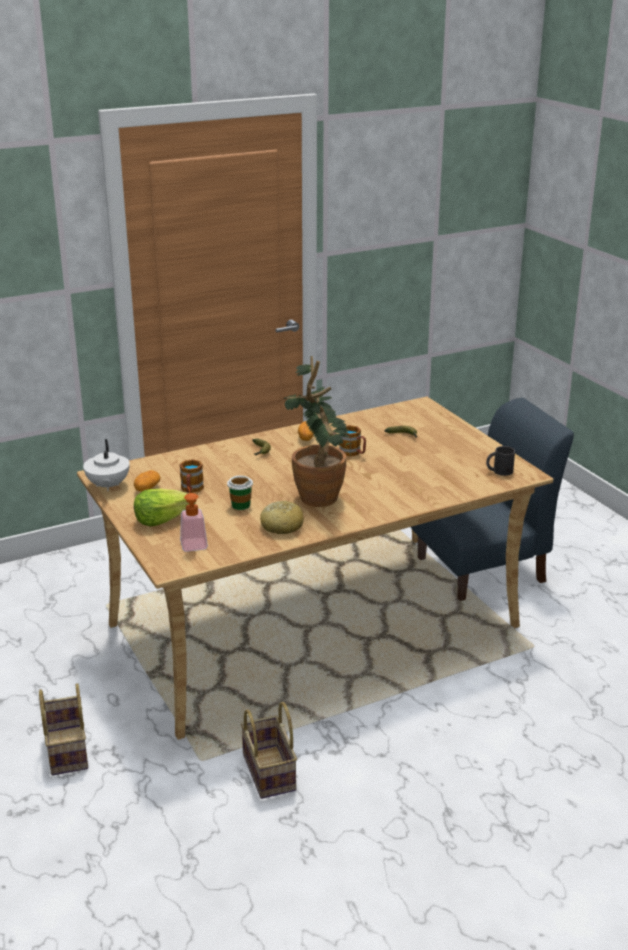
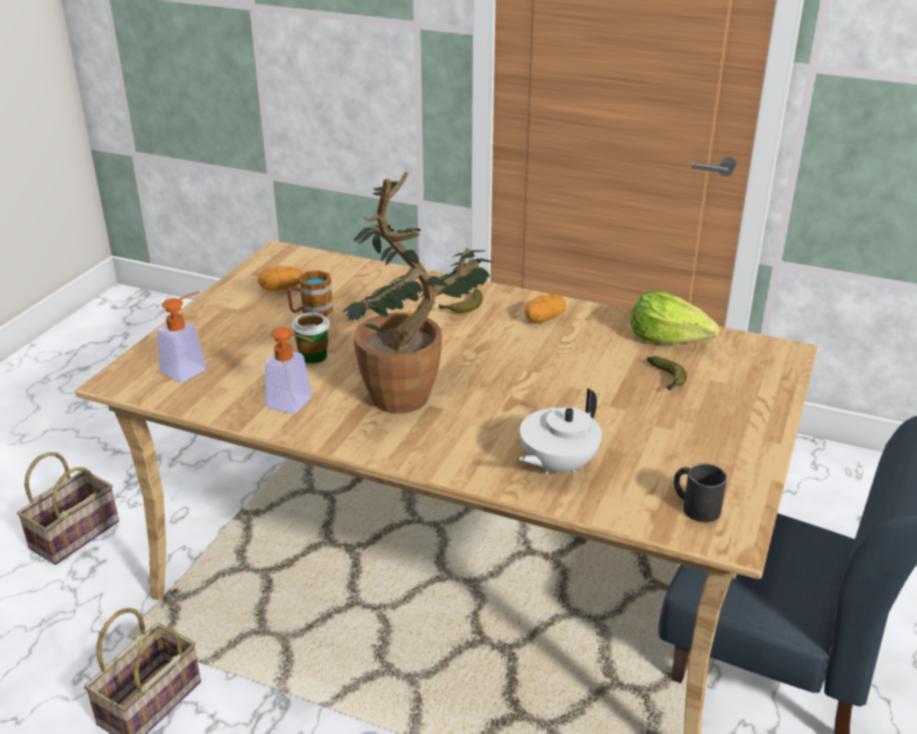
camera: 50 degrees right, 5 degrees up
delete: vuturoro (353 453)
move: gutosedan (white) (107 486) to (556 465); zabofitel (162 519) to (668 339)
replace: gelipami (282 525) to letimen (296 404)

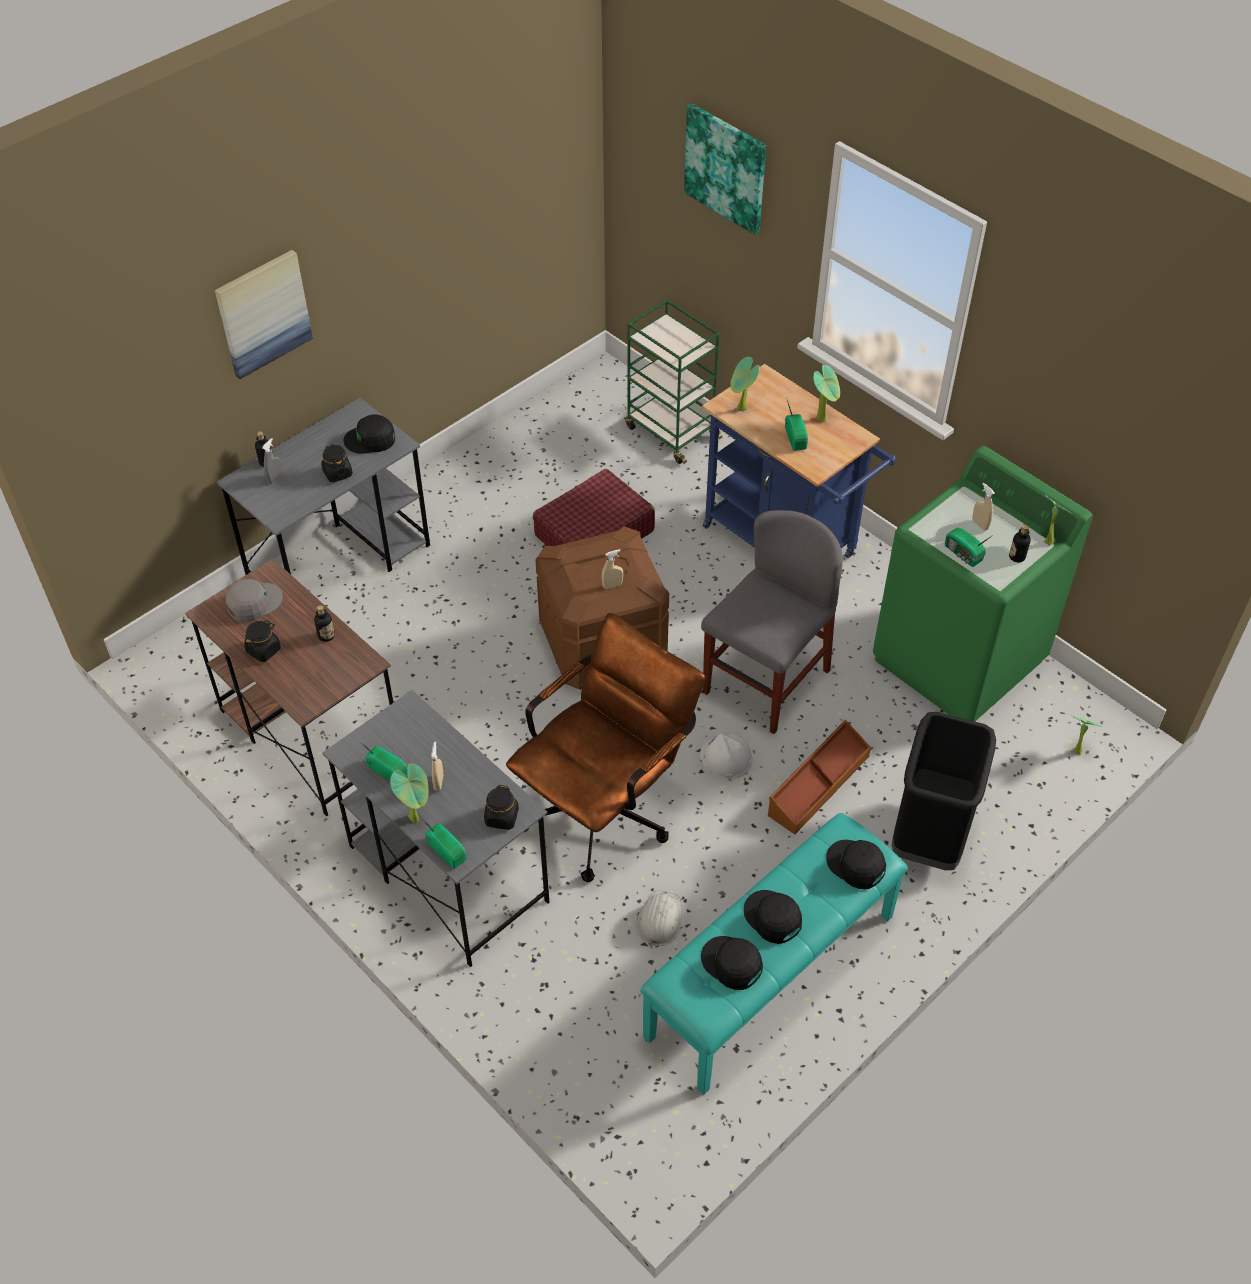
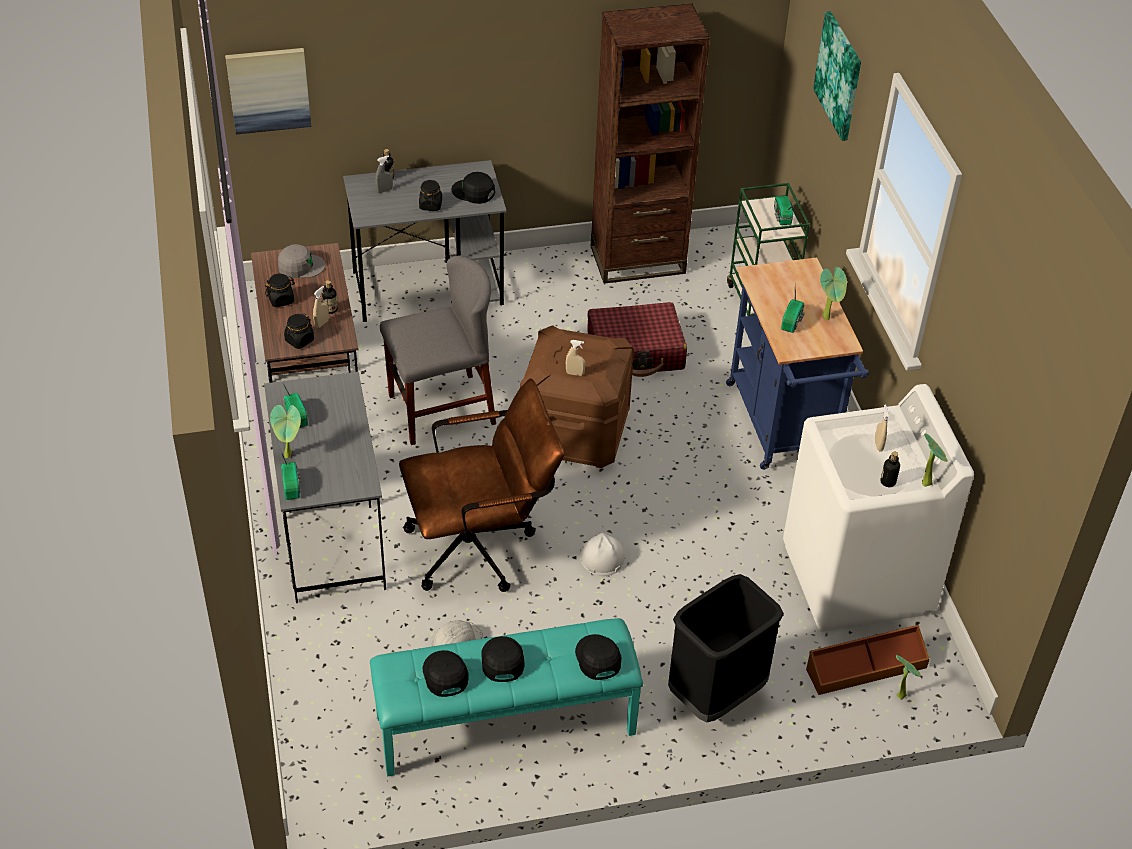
camera: 30 degrees right, 5 degrees down
delete: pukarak (741 410)
insert: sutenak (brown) (638 260)
move: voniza (263 313) to (268 89); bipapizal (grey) (766 681) to (441 409); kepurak (963 554) to (781 216); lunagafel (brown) (817 784) to (865 667); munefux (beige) (438 782) to (322 323); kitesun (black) (502 817) to (299 340)
recolor: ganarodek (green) (959 660) to ganarodek (white) (857 579)

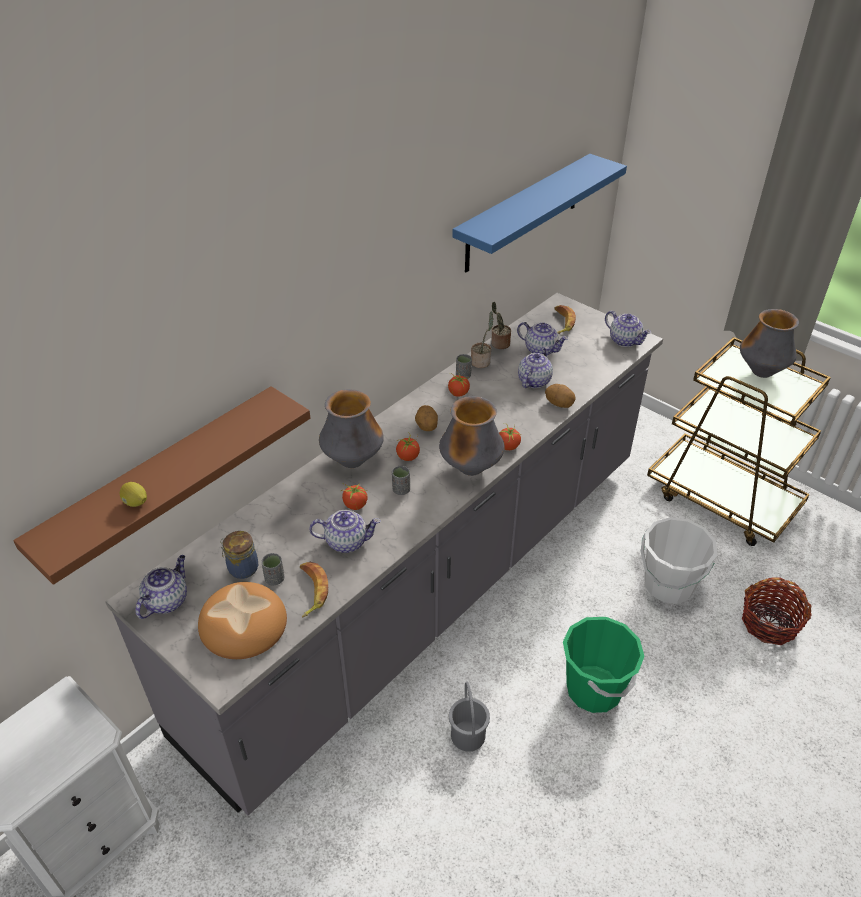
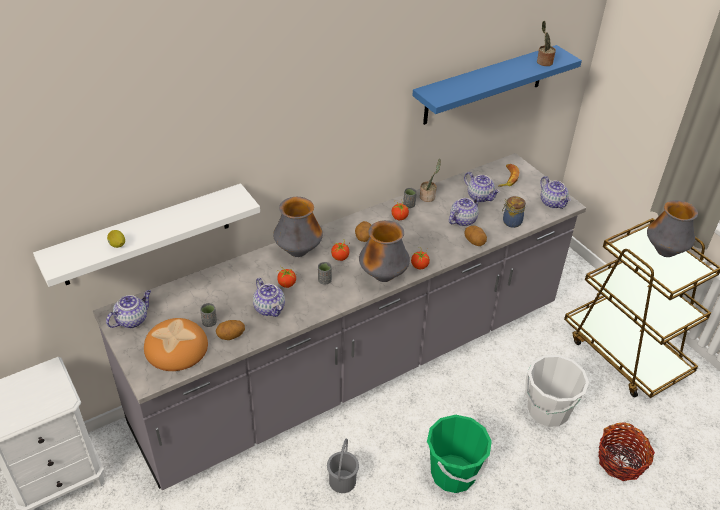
camera: 15 degrees right, 0 degrees up
move: pukarak (499 344) to (543 62); kitesun (242 568) to (511 222)
replace: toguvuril (311 590) to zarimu (231 336)
recolor: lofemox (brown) (162 481) to lofemox (white) (146 235)
rotate: gutosedan (347 541) = (270 308) 45 degrees clockwise

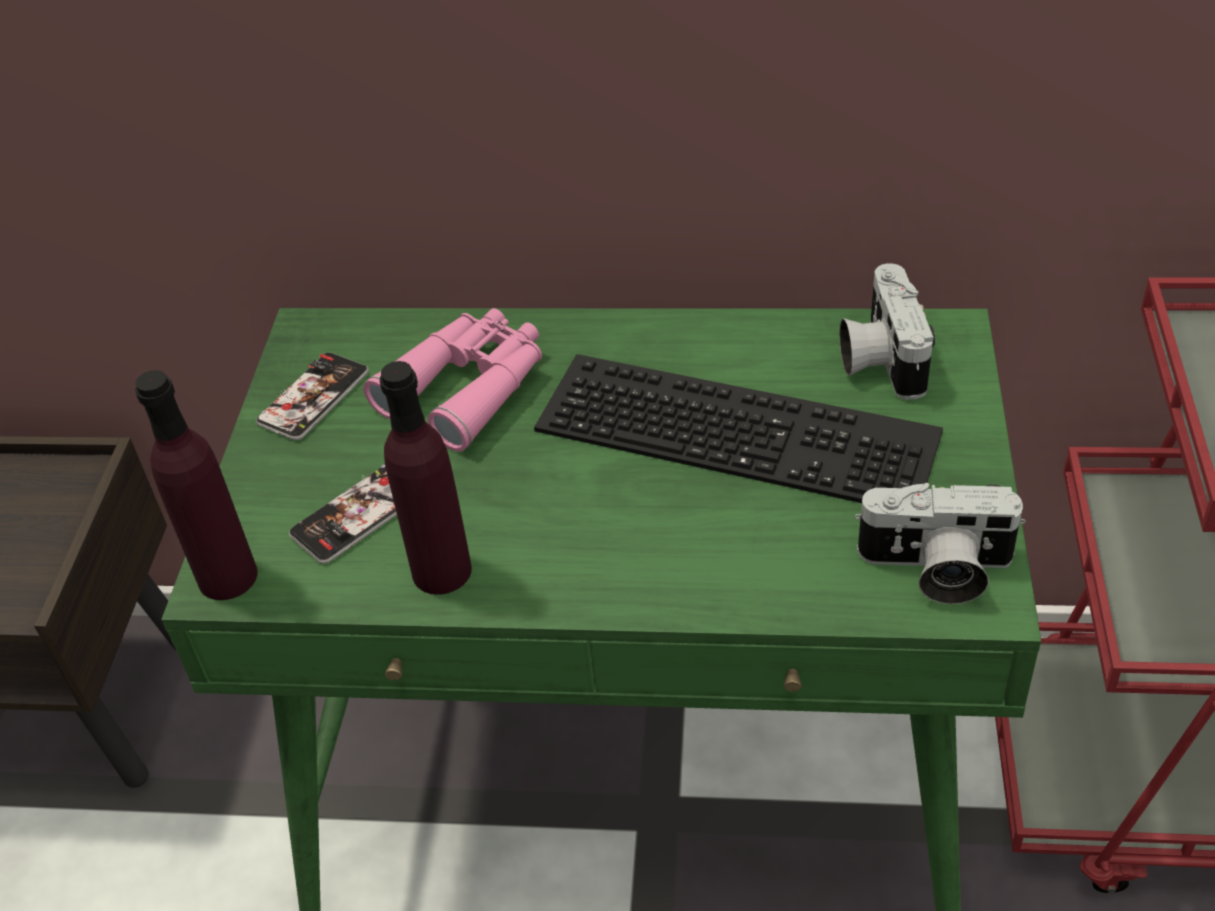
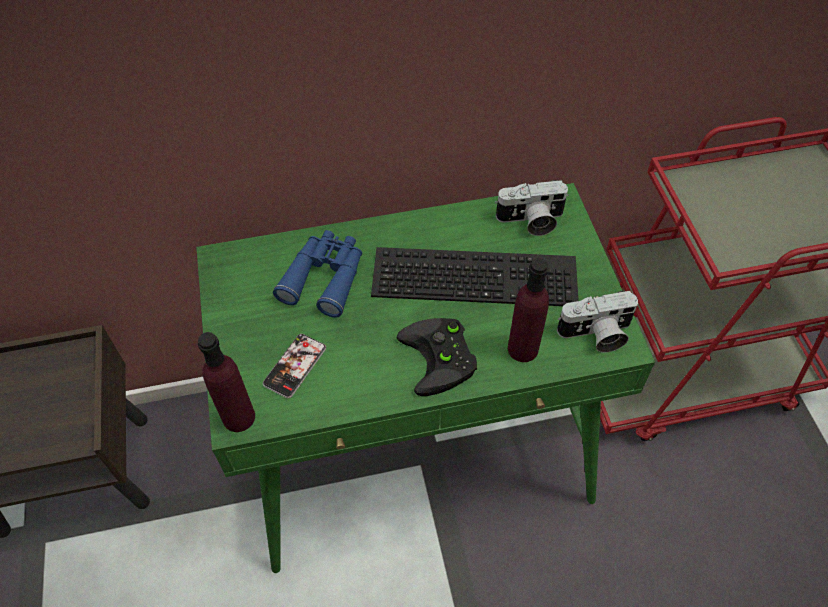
camera: 20 degrees left, 10 degrees up
delete: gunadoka (314 397)
insert: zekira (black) (441 359)
move: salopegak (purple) (442 571) to (523 349)
recolor: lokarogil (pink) (468 387) to lokarogil (blue) (325 277)
rotate: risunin (879 358) = (531 221) 75 degrees counterclockwise

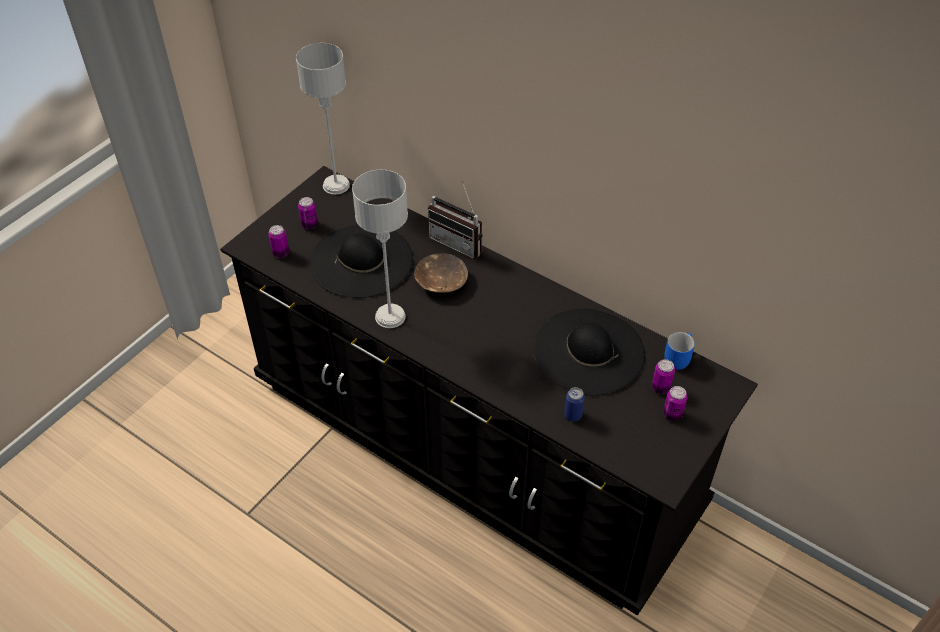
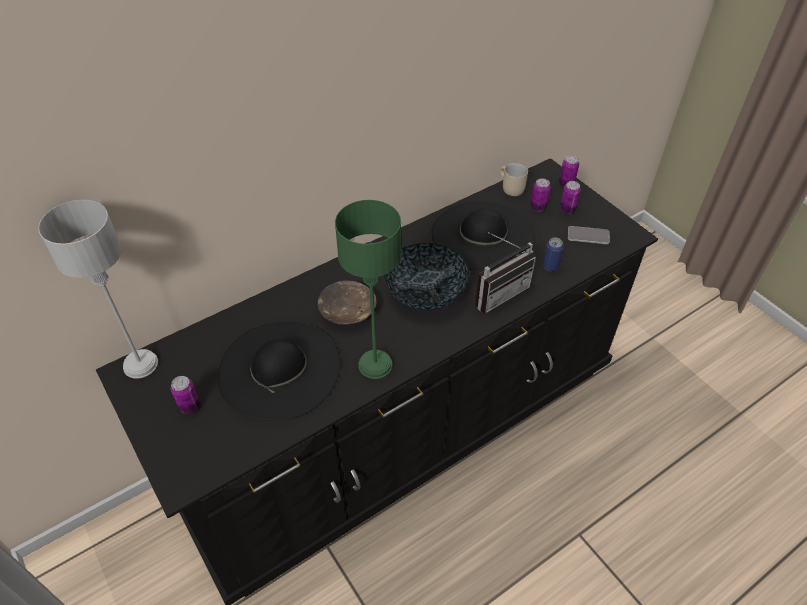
camera: 70 degrees left, 0 degrees up
insert: gunadoka (588 236); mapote (425 292)
move: kepurak (459 241) to (498 292); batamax (281 253) to (566 184)
recolor: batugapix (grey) (390 317) to batugapix (green) (375 365); vuturoro (blue) (676 357) to vuturoro (beige) (509 188)

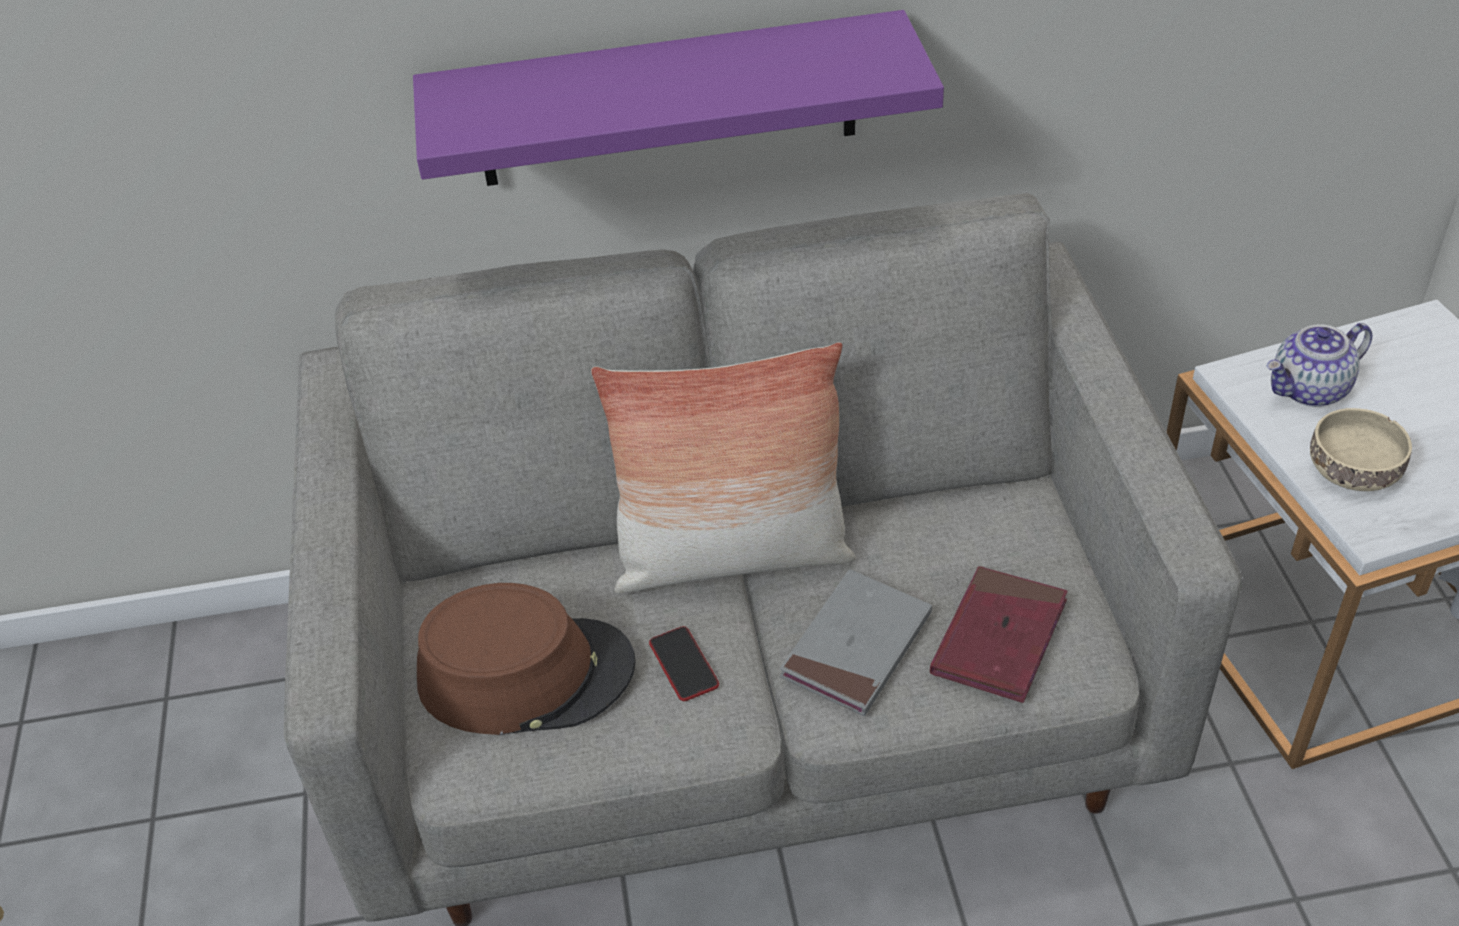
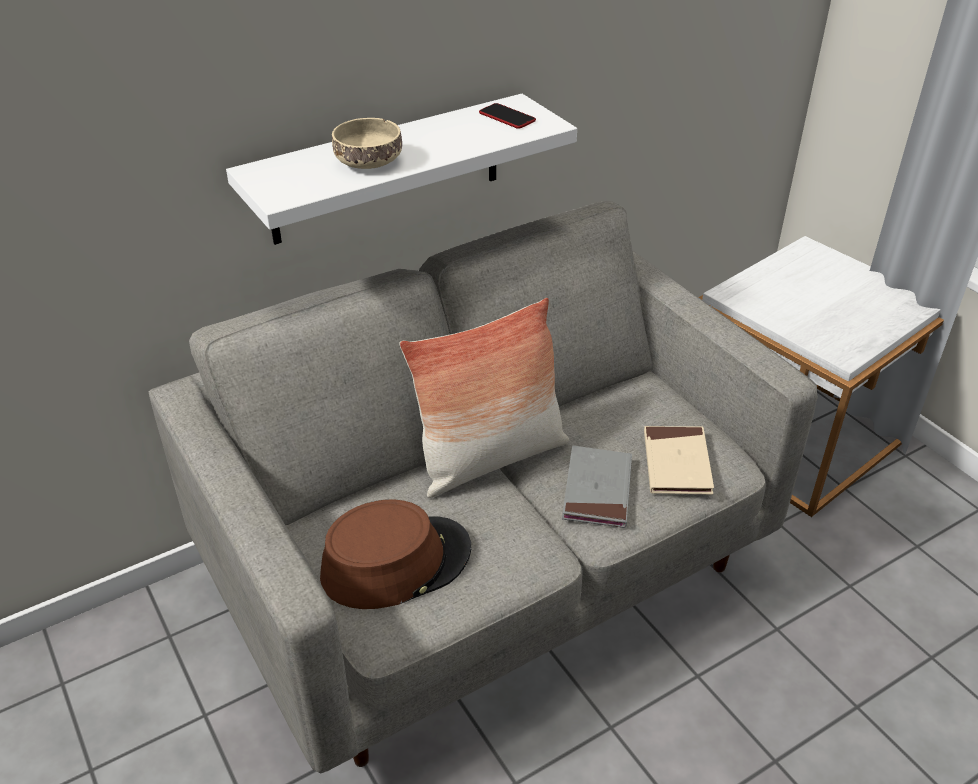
camera: 25 degrees left, 5 degrees down
delete: gutosedan (1309 390)
move: mapote (beige) (1351 470) to (367 162); gunadoka (683 664) to (507 117)
recolor: lofemox (purple) (667 101) to lofemox (white) (386 169); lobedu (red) (999 638) to lobedu (beige) (676 464)

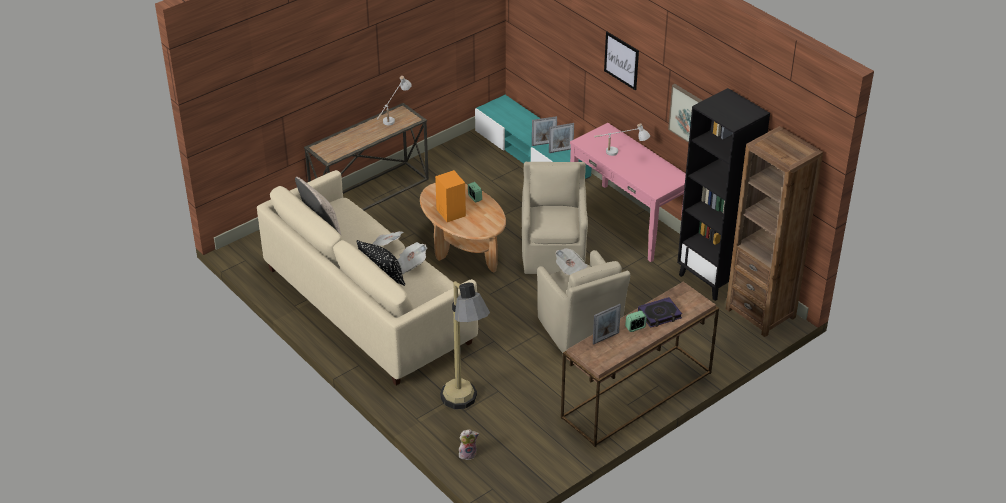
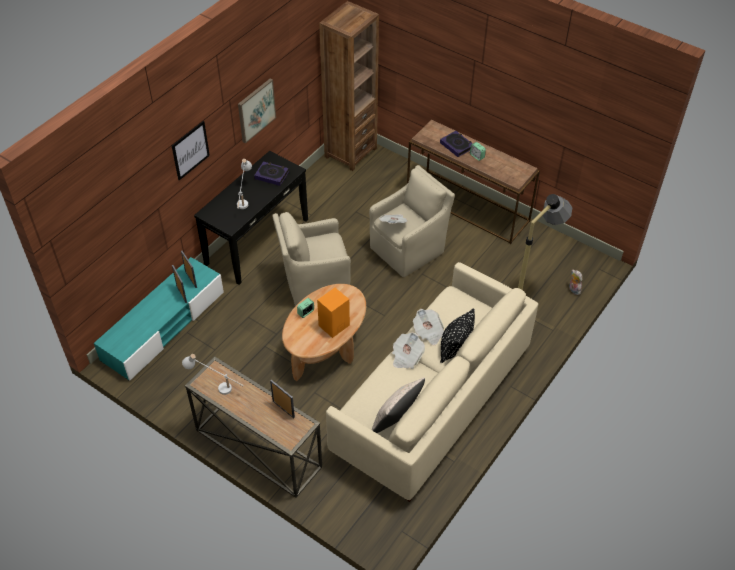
camera: 105 degrees left, 10 degrees up
delete: sutenak (black) (712 279)
insert: lobedu (271 175)
move: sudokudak (605 338) to (283 409)
recolor: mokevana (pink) (627 222) to mokevana (black) (256 241)

